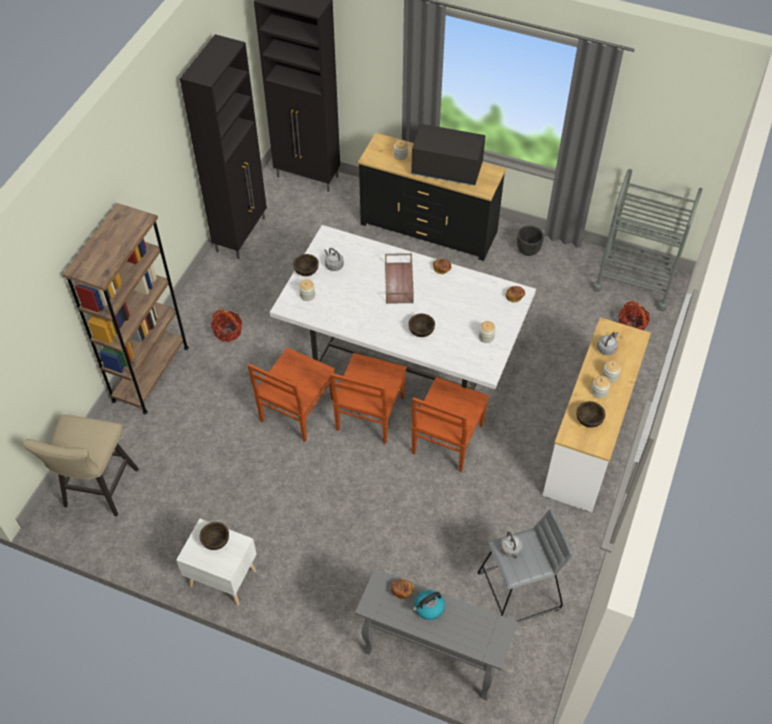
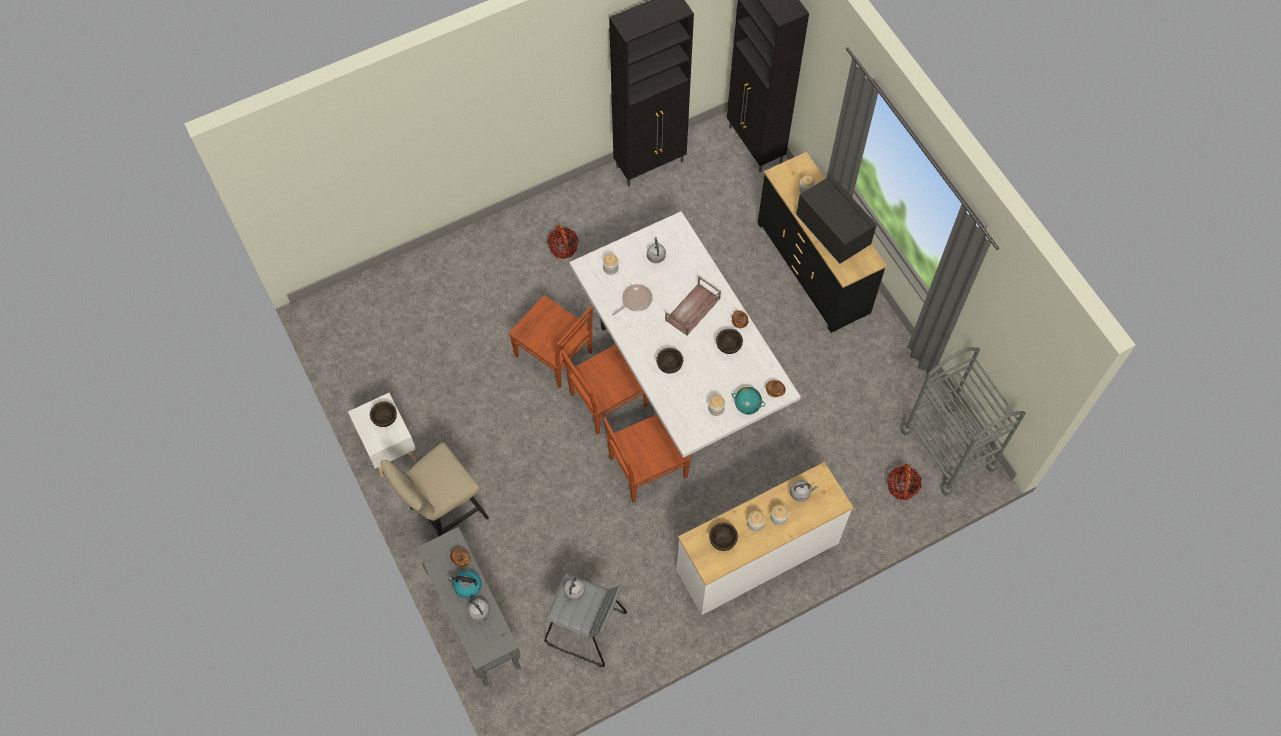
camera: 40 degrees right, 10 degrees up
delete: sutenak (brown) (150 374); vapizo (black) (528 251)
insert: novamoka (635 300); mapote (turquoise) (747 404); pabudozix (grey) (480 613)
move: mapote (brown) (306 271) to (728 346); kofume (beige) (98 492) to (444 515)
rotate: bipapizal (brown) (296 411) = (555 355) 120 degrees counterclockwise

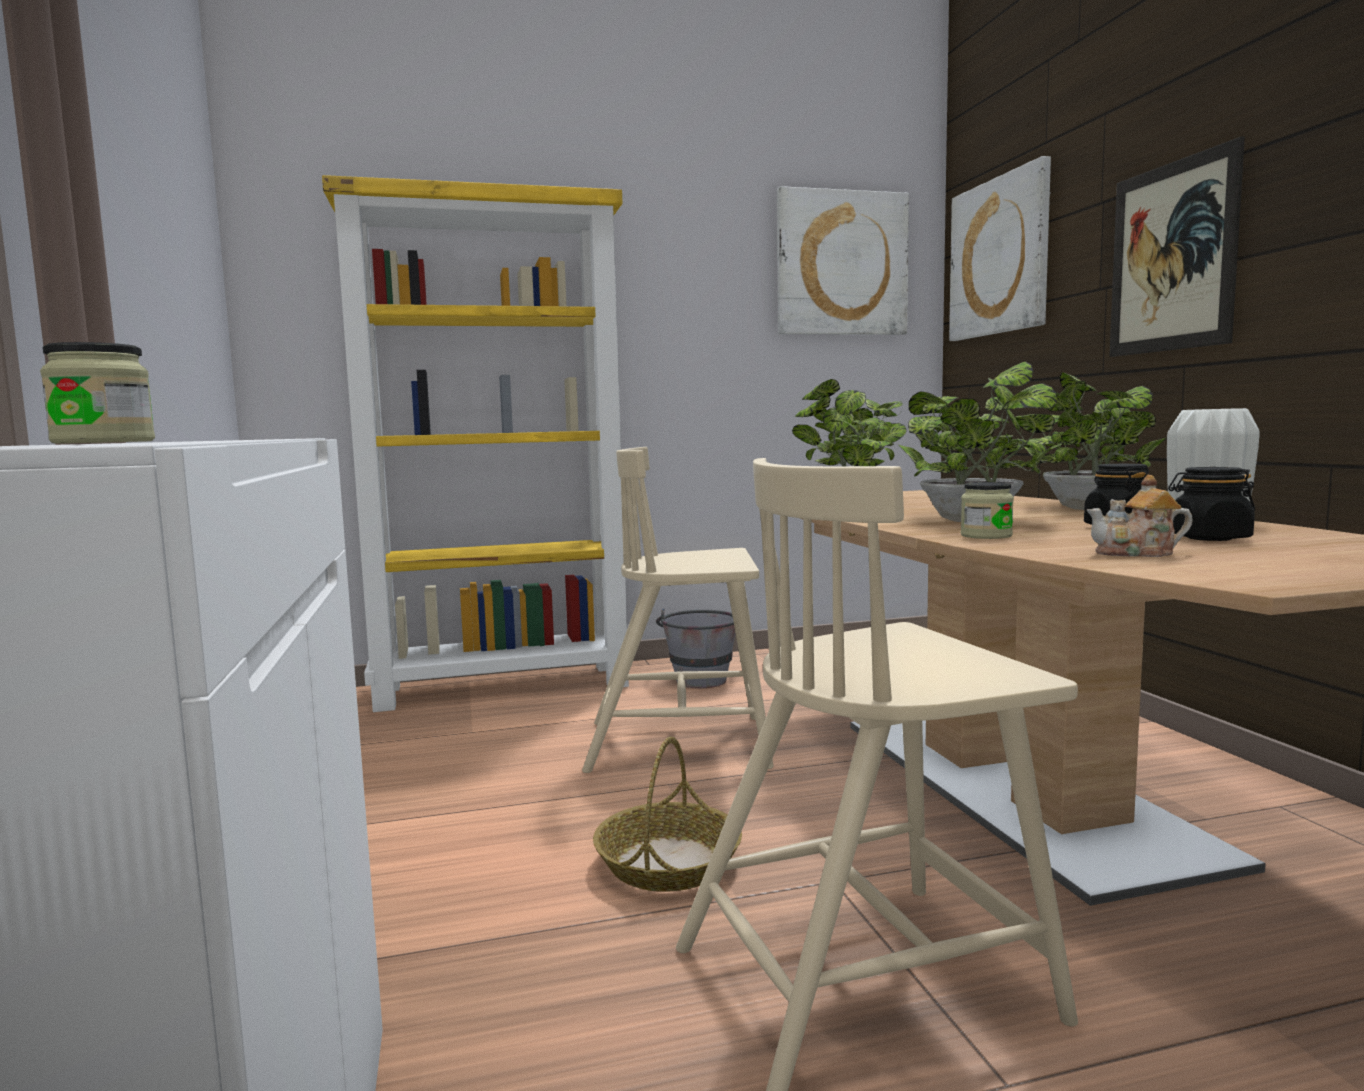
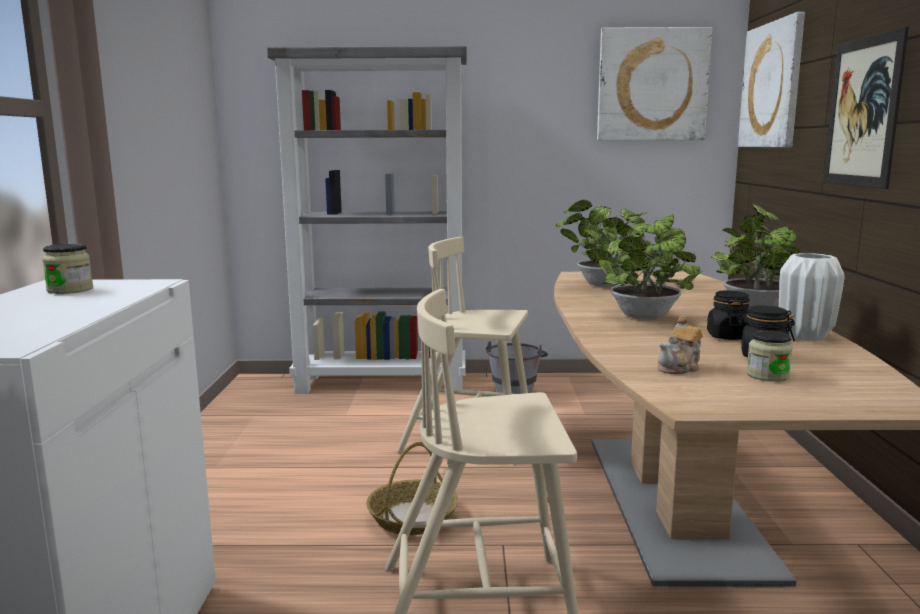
camera: 15 degrees right, 5 degrees up
move: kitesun (986 536) to (767 375)
recolor: sutenak (yellow) (505 686) to sutenak (grey) (383 383)
rotate: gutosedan (1137 553) = (680 368) 60 degrees counterclockwise

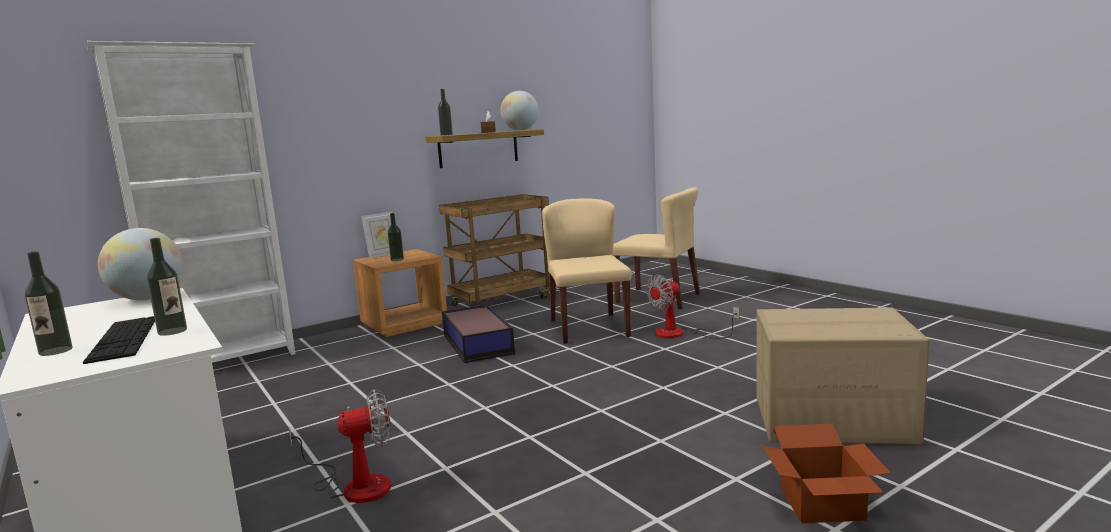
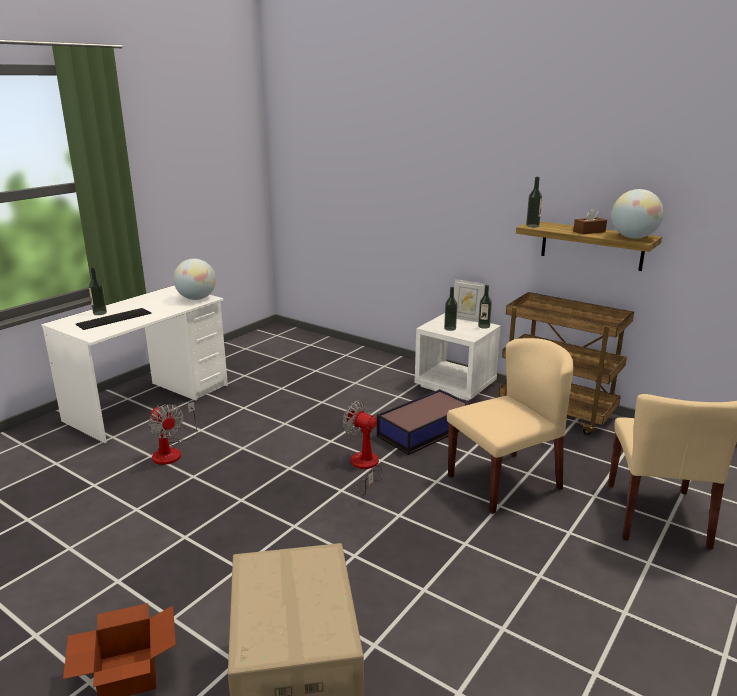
camera: 70 degrees right, 10 degrees up
delete: sutenak (white) (229 362)
move: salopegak (172 331) to (484 326); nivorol (680 334) to (365 467)
recolor: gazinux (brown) (405 324) to gazinux (white) (456 385)

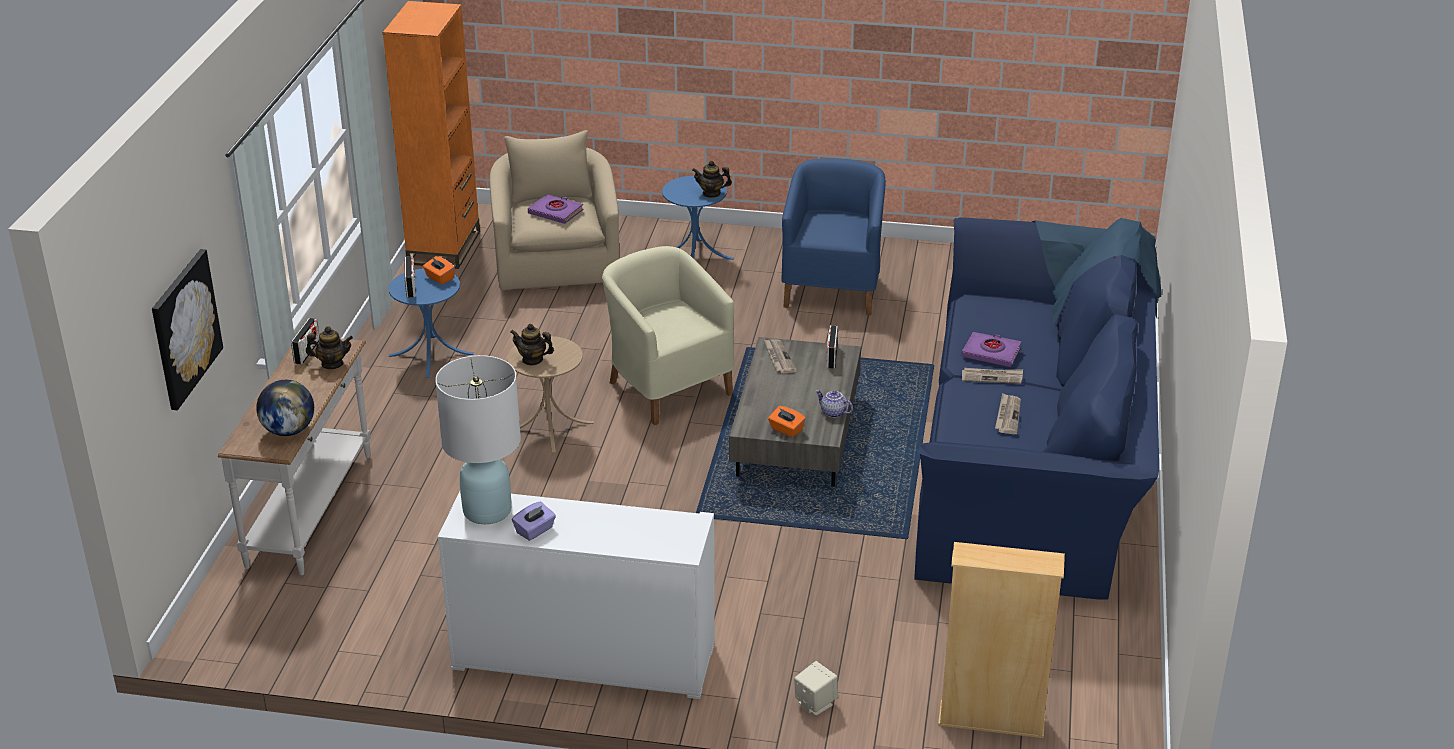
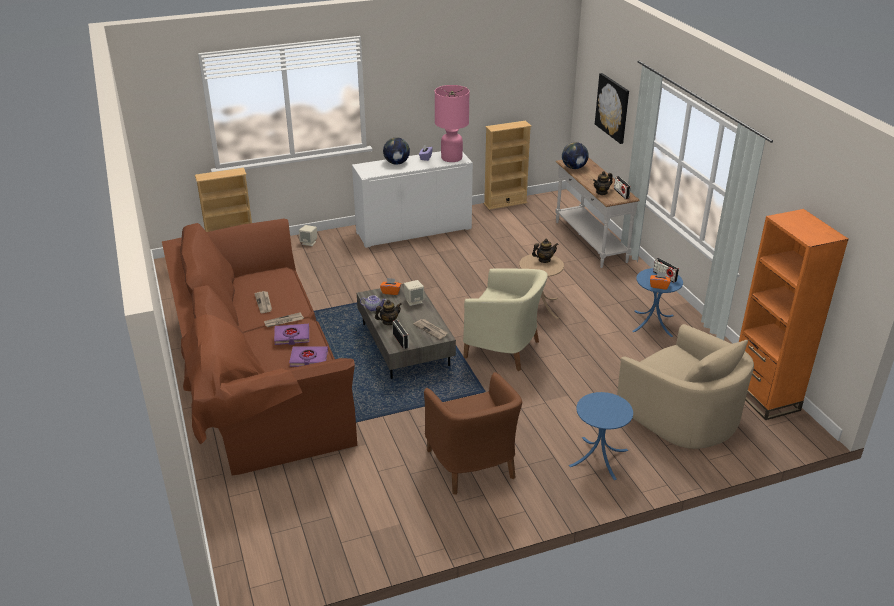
camera: 150 degrees right, 0 degrees up
insert: sutenak (beige) (505 203); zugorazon (396 163); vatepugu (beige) (414 301)
move: gutosedan (711 193) to (388 322); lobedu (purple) (556 212) to (309 359)
recolor: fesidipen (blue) (833 288) to fesidipen (brown) (472 465); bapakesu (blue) (1035 459) to bapakesu (brown) (258 377); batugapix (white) (487 510) to batugapix (pink) (451 158)

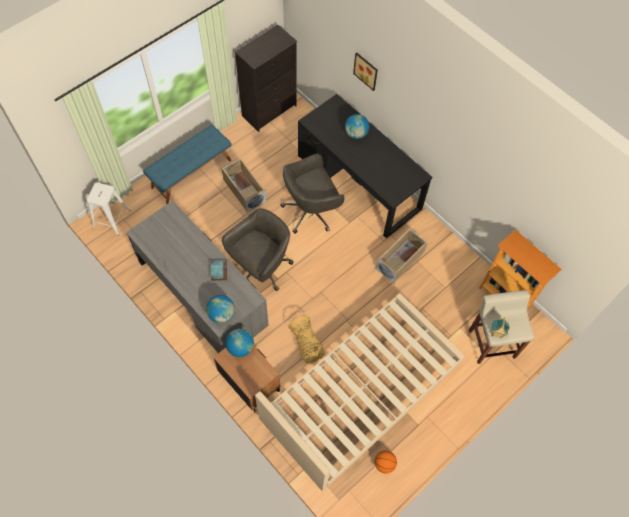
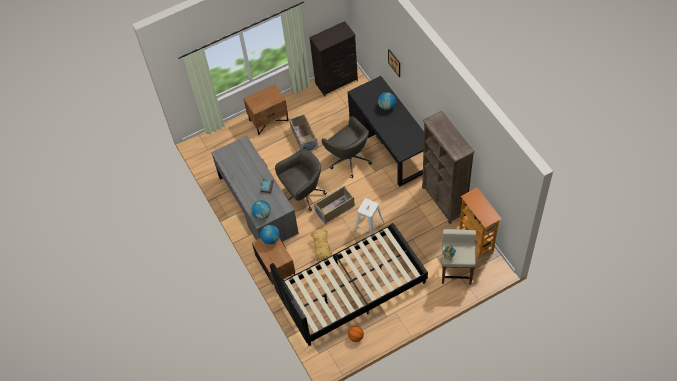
camera: 20 degrees right, 5 degrees down
insert: sutenak (brown) (444 201)
move: kofume (white) (111 219) to (369 226); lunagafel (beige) (400 260) to (335 208)
replace: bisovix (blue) (191 173) to gazinux (brown) (268 120)
recolor: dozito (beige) (361 394) to dozito (black) (352 289)
rotate: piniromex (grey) (311 211) = (349 159) 120 degrees counterclockwise

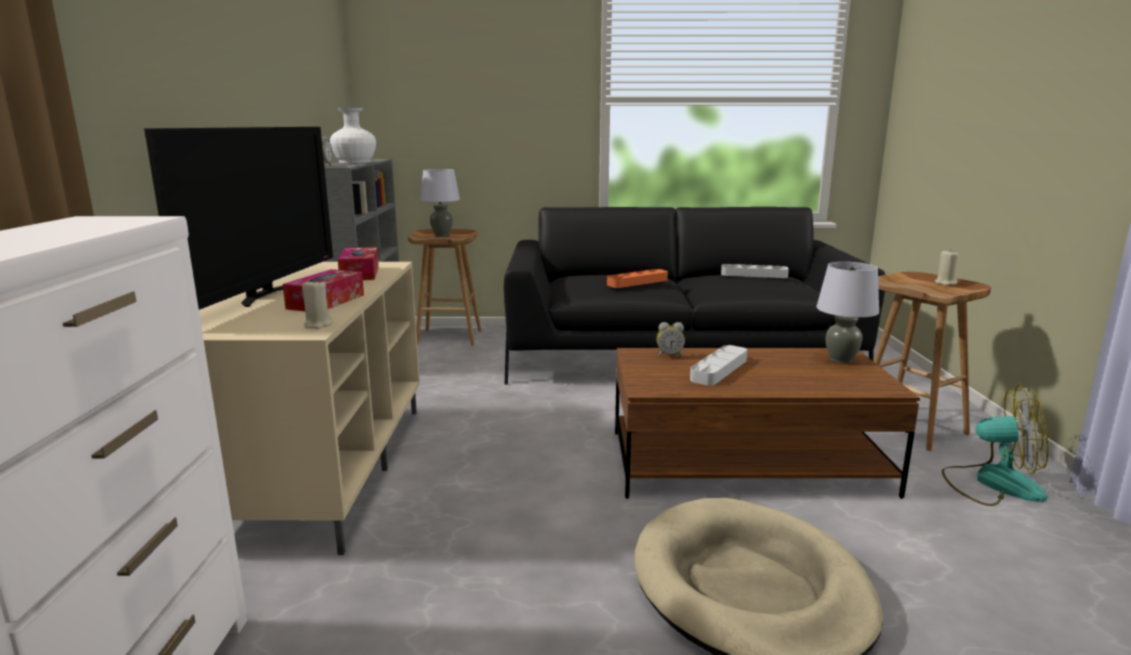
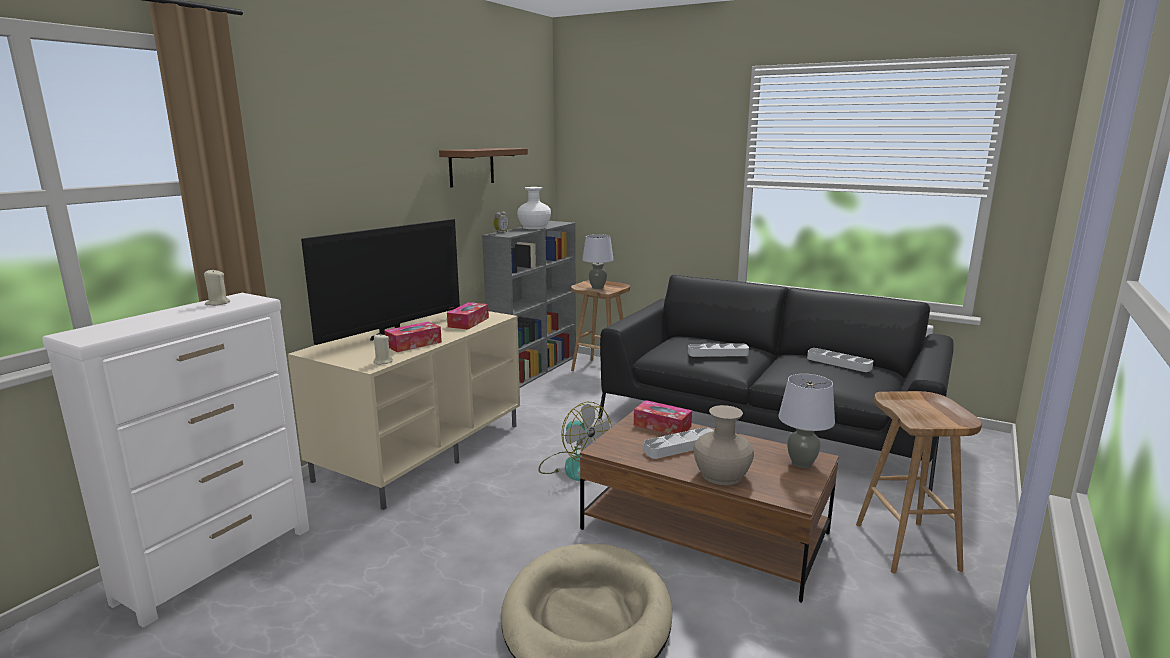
camera: 30 degrees right, 0 degrees up
insert: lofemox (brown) (471 167); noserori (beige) (722 475)
move: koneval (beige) (945 283) to (217 303); nivorol (992 483) to (572 465)
replace: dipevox (669 355) to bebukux (662 425)
recolor: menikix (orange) (637 282) to menikix (grey) (717 353)

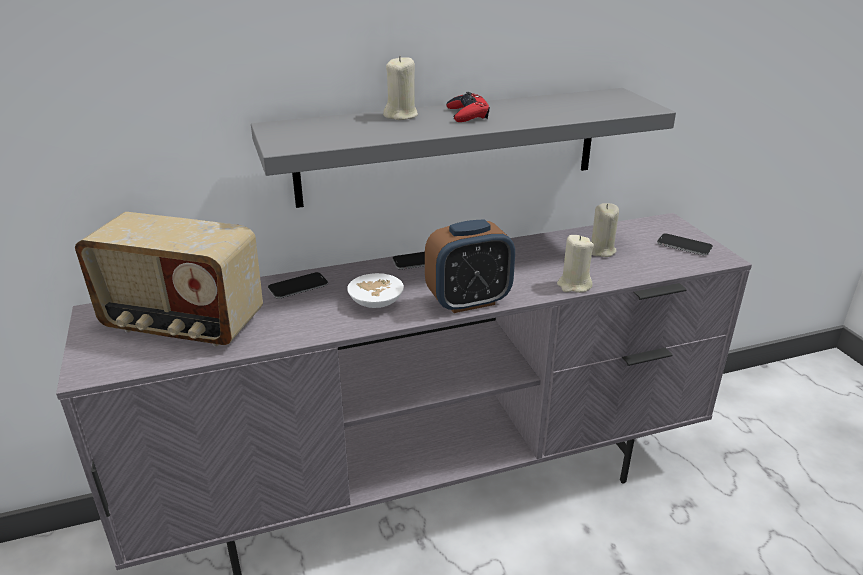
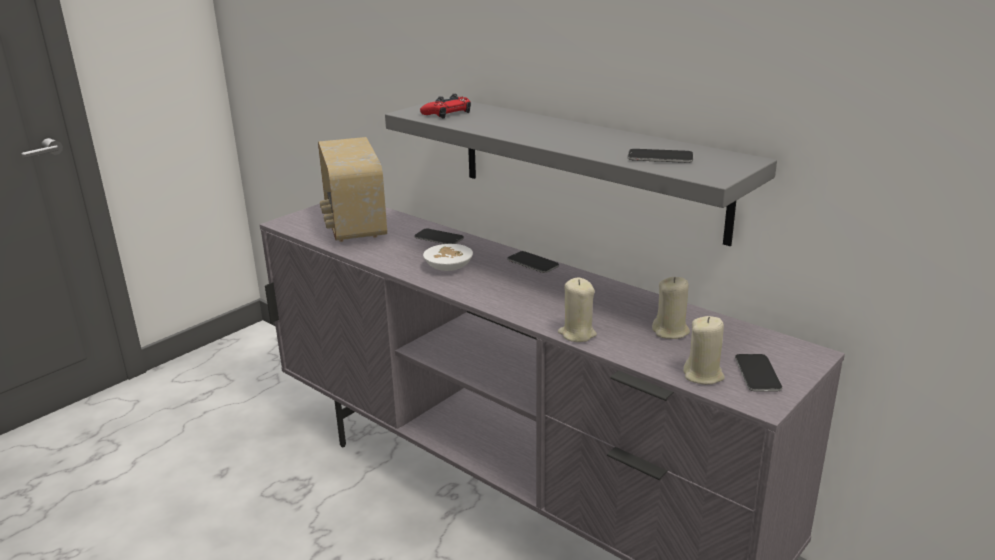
camera: 60 degrees right, 5 degrees down
delete: dipevox (468 301)
insert: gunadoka (660 157)
move: koneval (beige) (401 115) to (703 375); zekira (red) (467 114) to (447 113)

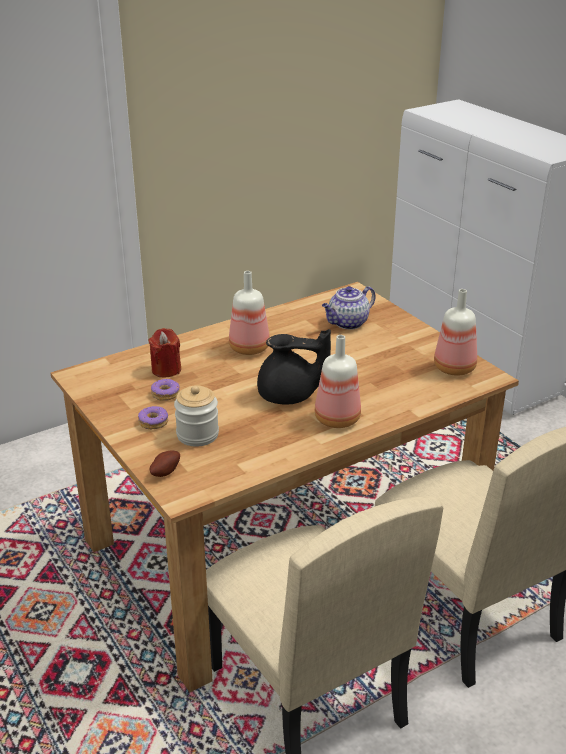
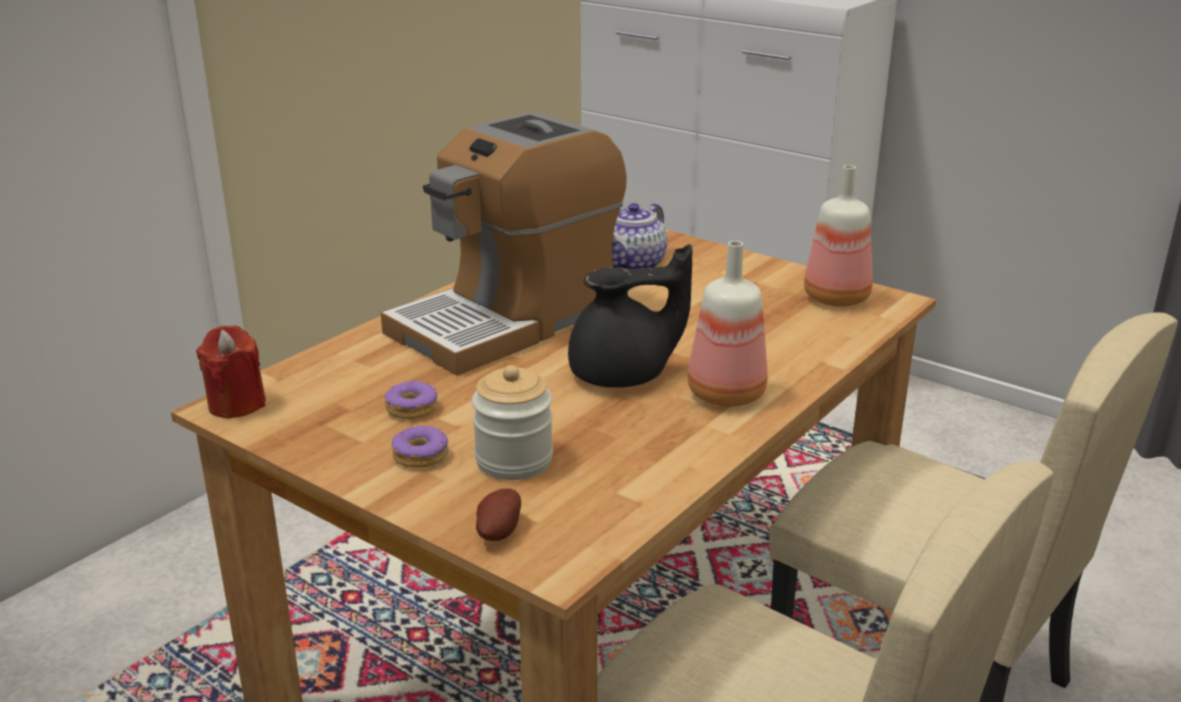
camera: 20 degrees left, 5 degrees down
move: koneval (red) (166 370) to (237 404)
replace: salopegak (250 348) to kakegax (509 320)

